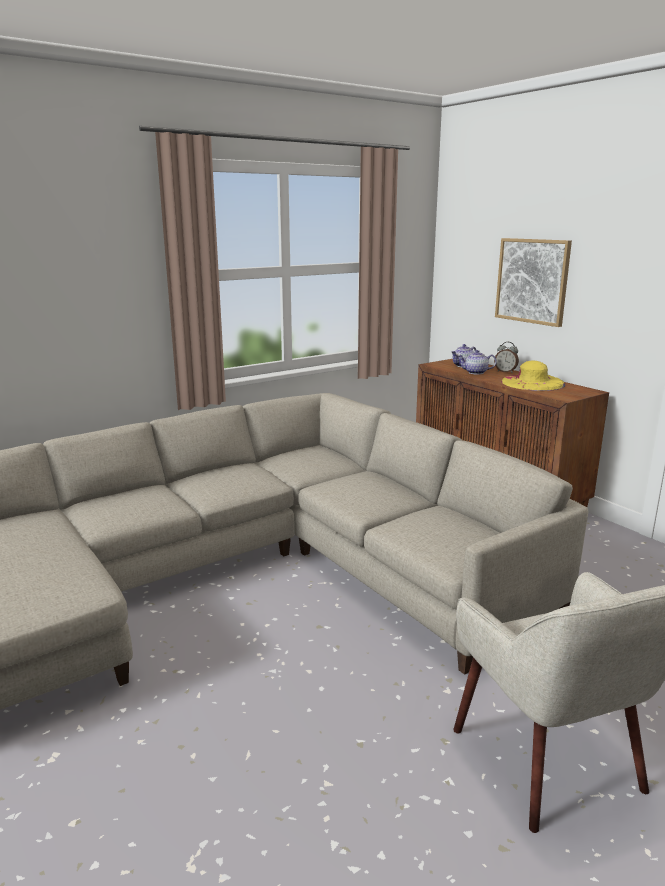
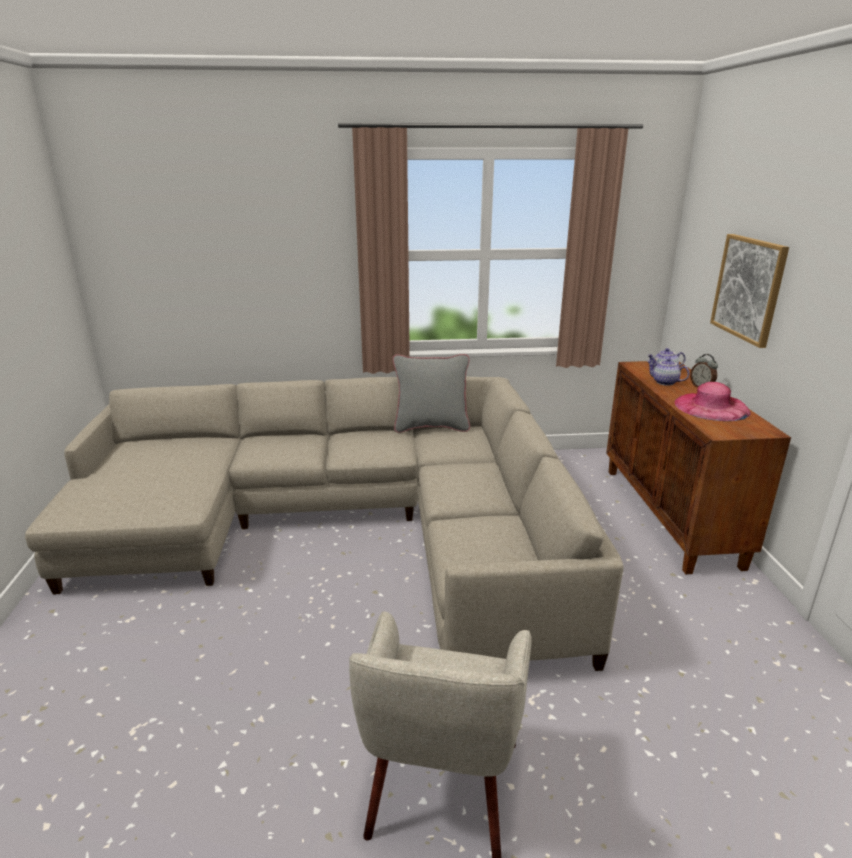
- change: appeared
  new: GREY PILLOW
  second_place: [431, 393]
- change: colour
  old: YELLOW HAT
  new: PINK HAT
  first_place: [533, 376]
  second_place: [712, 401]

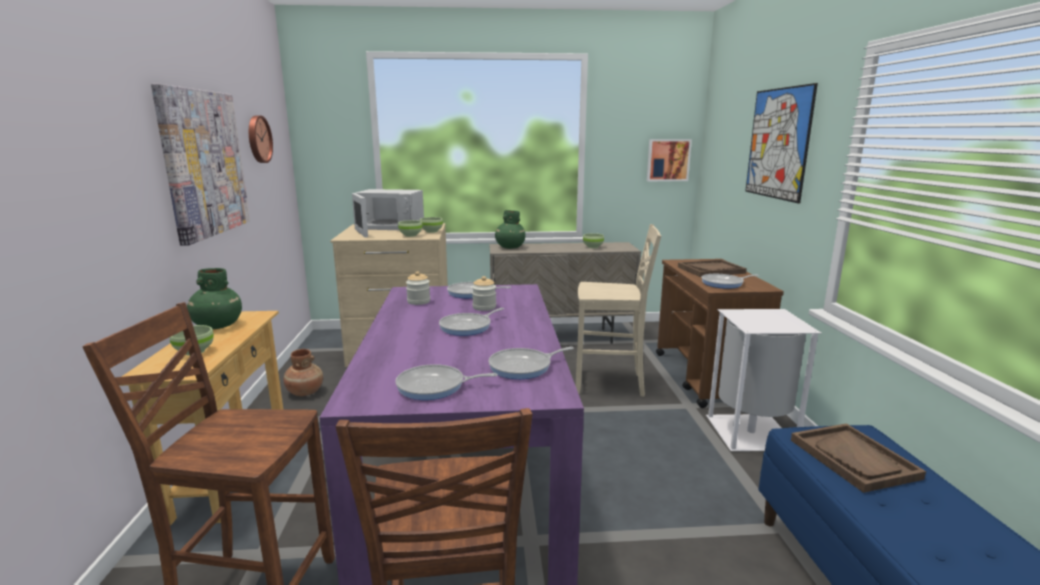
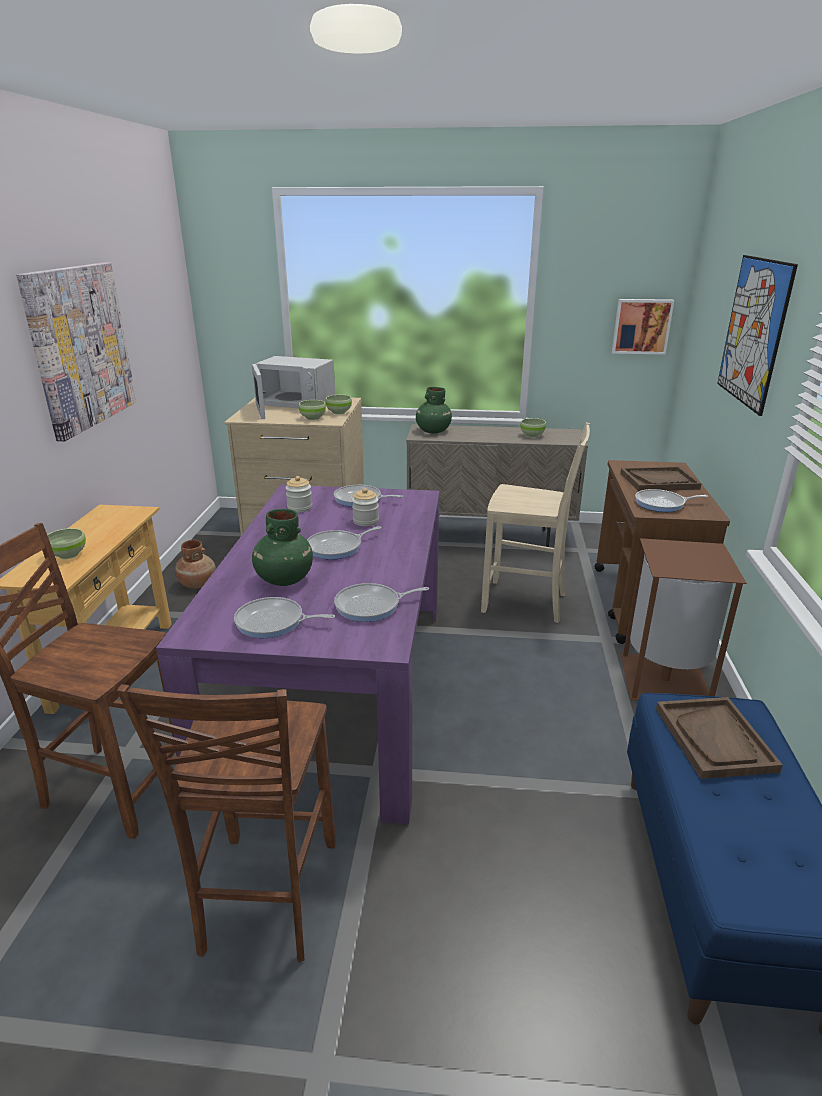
- change: missing
  old: WALL CLOCK
  first_place: [261, 139]
- change: relocated
  old: GREEN VASE
  first_place: [214, 298]
  second_place: [282, 547]
- change: colour
  old: WHITE TRASH CAN
  new: BROWN TRASH CAN
  first_place: [764, 380]
  second_place: [684, 619]

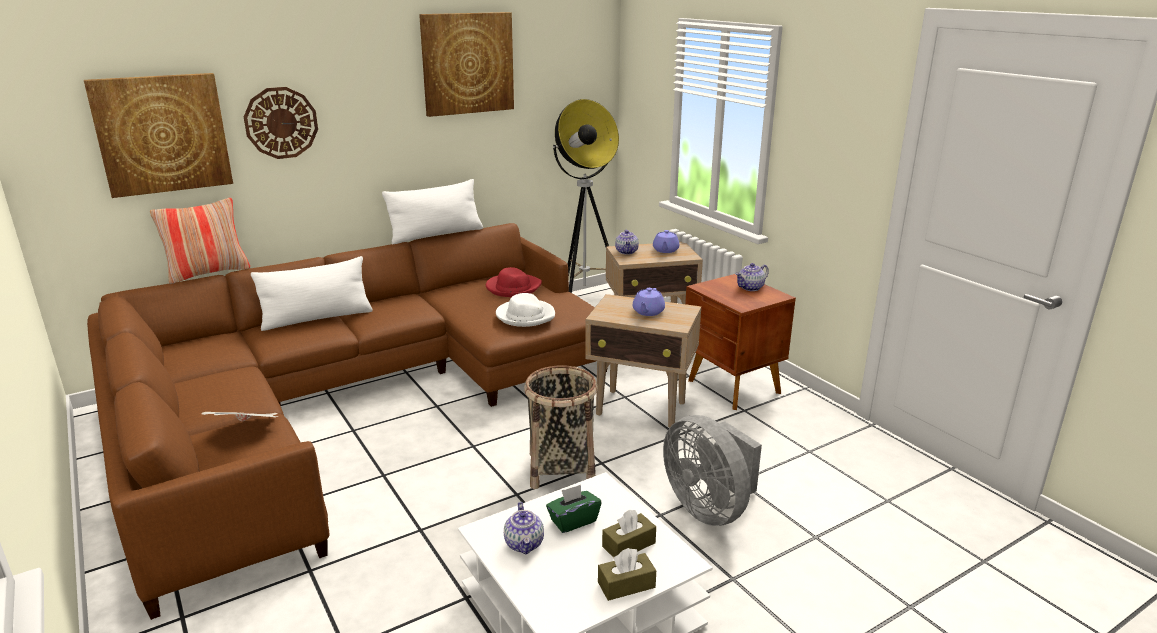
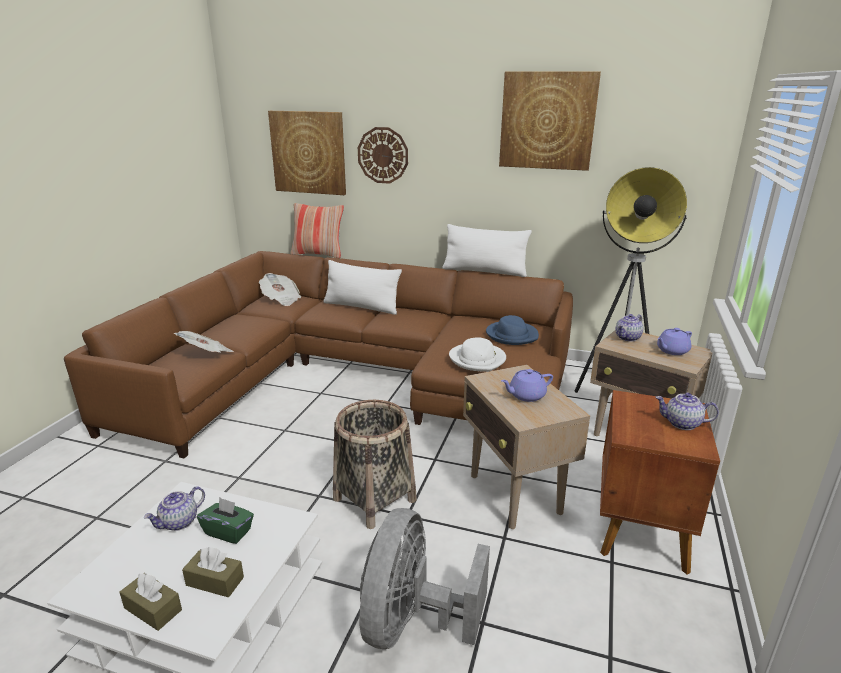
- change: appeared
  new: NEWSPAPER
  second_place: [280, 289]
- change: colour
  old: RED HAT
  new: BLUE HAT
  first_place: [514, 282]
  second_place: [512, 330]

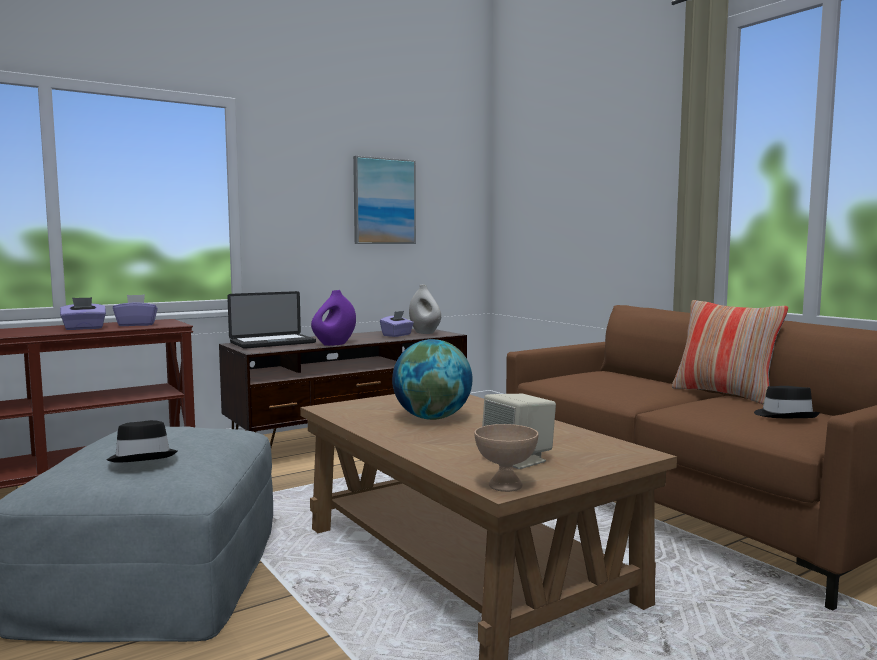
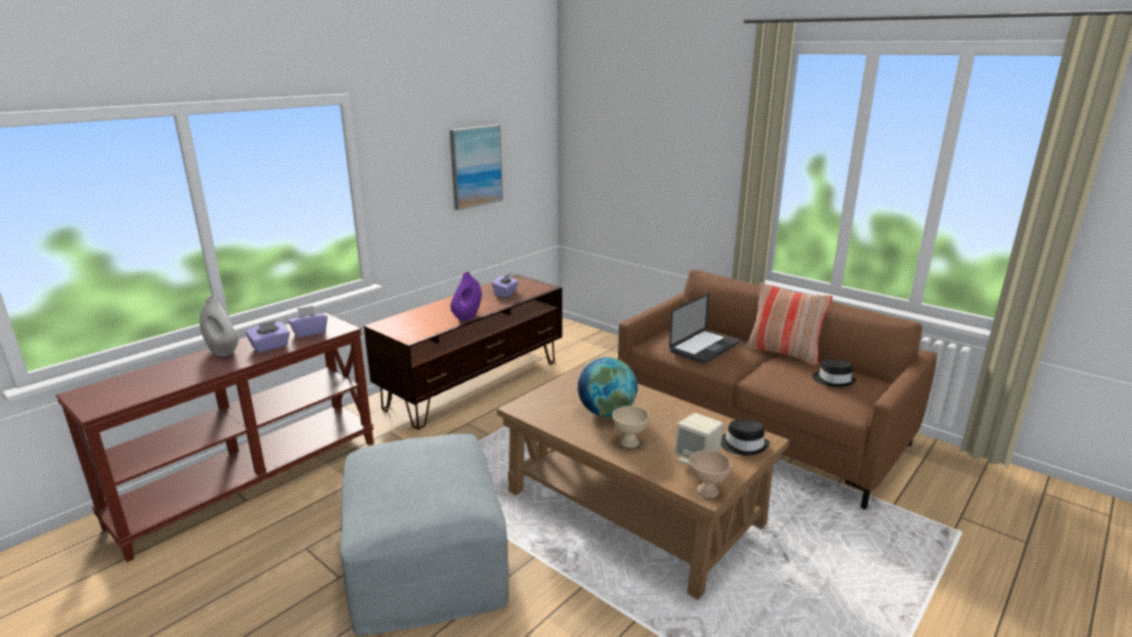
- change: appeared
  new: BEIGE BOWL
  second_place: [631, 427]
- change: relocated
  old: BLACK HAT
  first_place: [142, 441]
  second_place: [745, 437]
- change: relocated
  old: LAPTOP
  first_place: [271, 320]
  second_place: [704, 328]
- change: relocated
  old: WHITE VASE
  first_place: [425, 309]
  second_place: [219, 326]

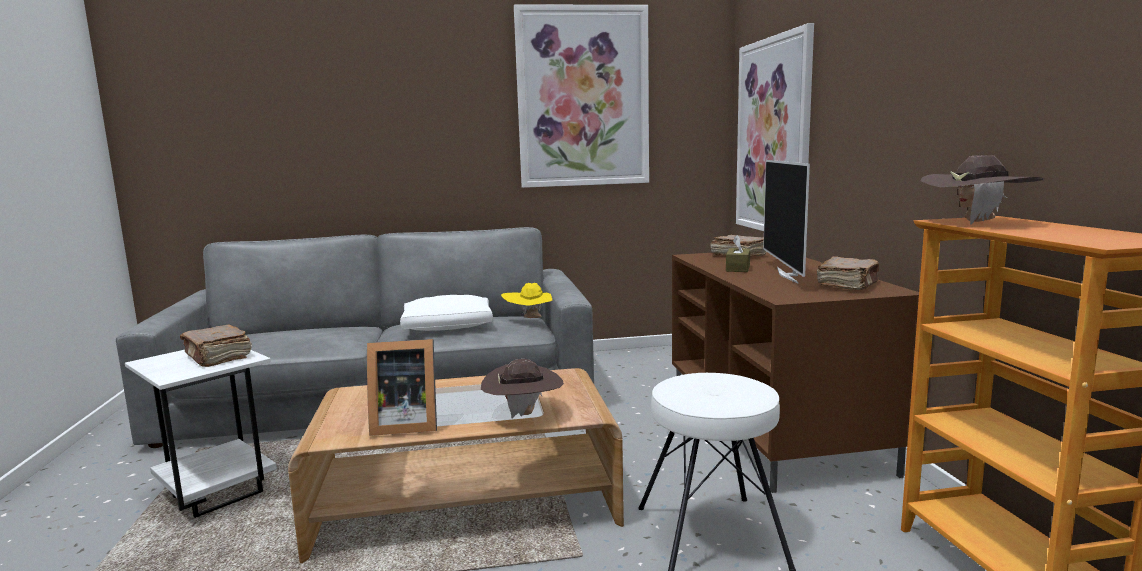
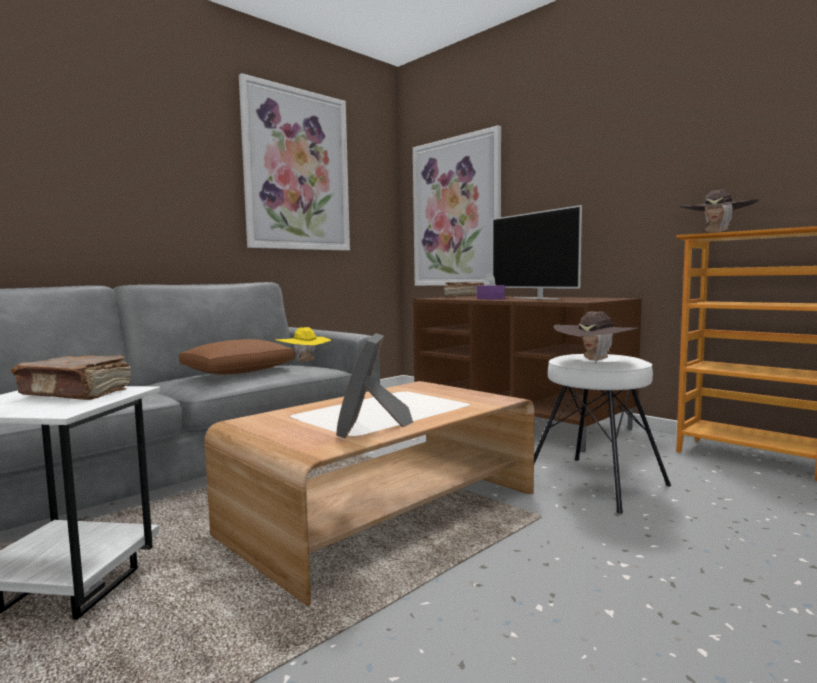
- change: missing
  old: BROWN BOOK
  first_place: [848, 273]
- change: relocated
  old: BROWN HAT
  first_place: [522, 389]
  second_place: [596, 337]
- change: colour
  old: WHITE PILLOW
  new: BROWN PILLOW
  first_place: [446, 313]
  second_place: [237, 357]
- change: colour
  old: BROWN TISSUE BOX
  new: PURPLE TISSUE BOX
  first_place: [738, 253]
  second_place: [491, 286]
- change: spun
  old: PICTURE FRAME
  first_place: [402, 387]
  second_place: [374, 386]
  degrees: 135

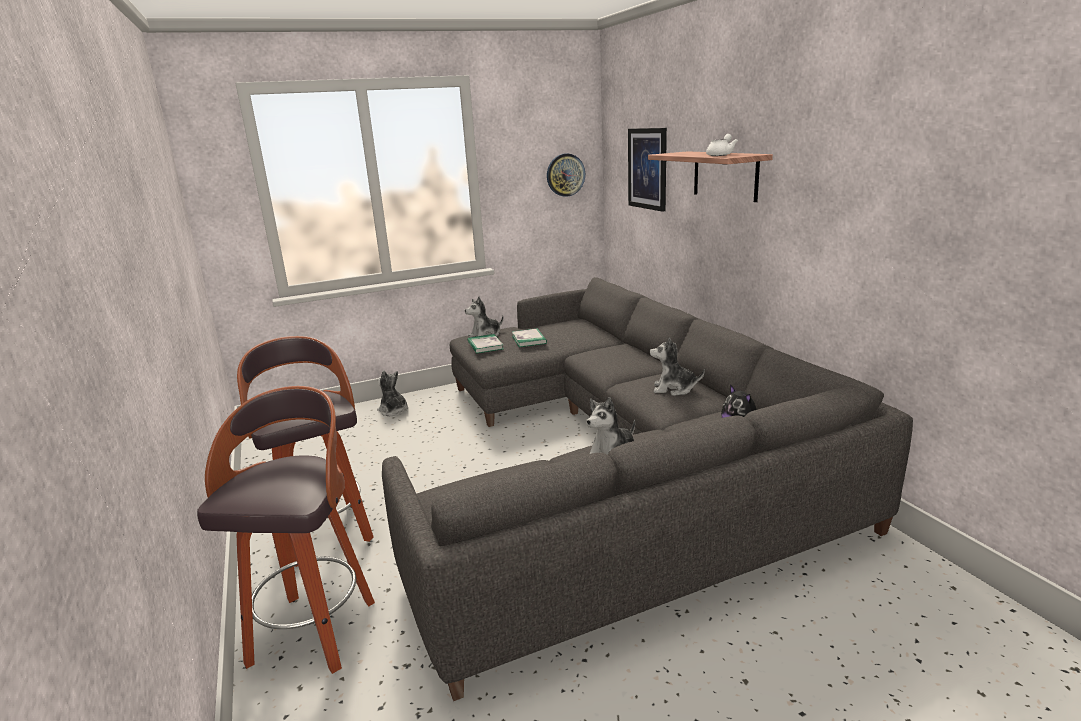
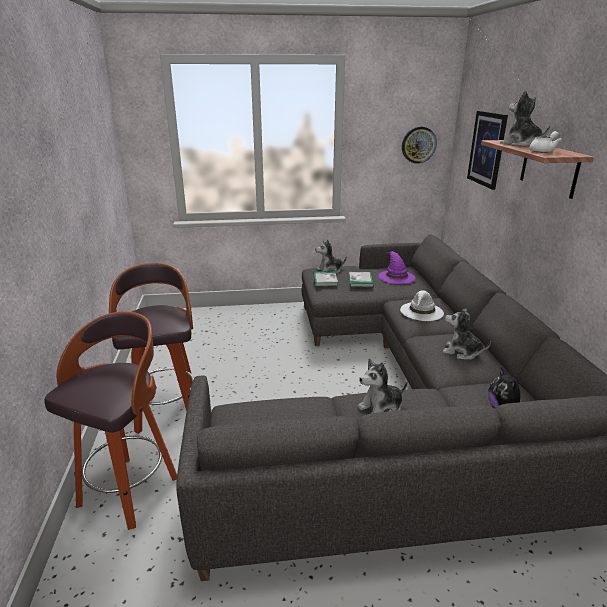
- change: appeared
  new: PURPLE HAT
  second_place: [396, 267]
- change: appeared
  new: WHITE HAT
  second_place: [422, 305]
- change: relocated
  old: PLUSH TOY
  first_place: [392, 393]
  second_place: [525, 118]

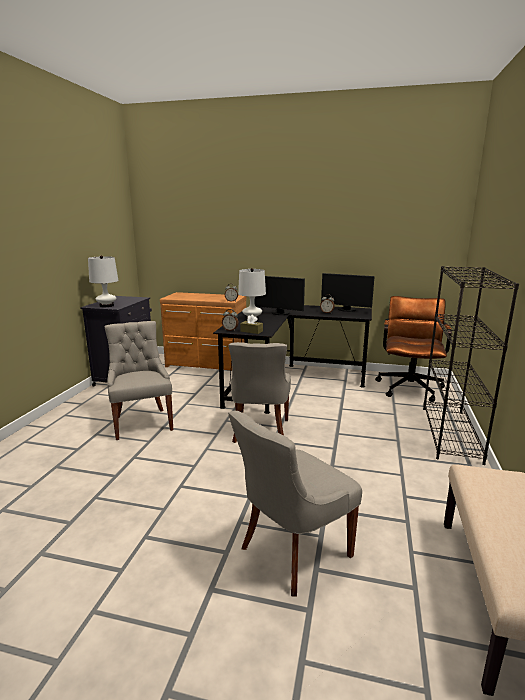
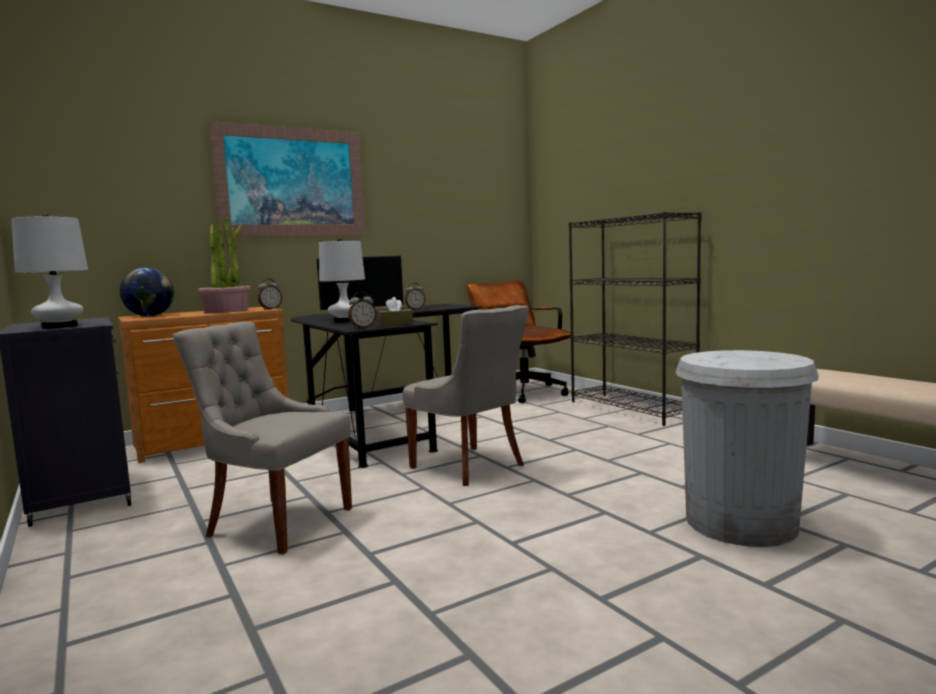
- change: missing
  old: MONITOR
  first_place: [348, 292]
- change: appeared
  new: GLOBE
  second_place: [147, 292]
- change: appeared
  new: POTTED PLANT
  second_place: [224, 265]
- change: appeared
  new: PICTURE
  second_place: [287, 179]
- change: exchanged
  old: GREY CHAIR
  new: WHITE TRASH CAN
  first_place: [295, 504]
  second_place: [747, 448]

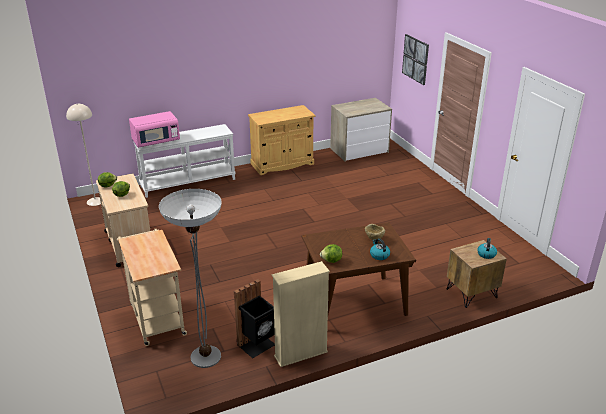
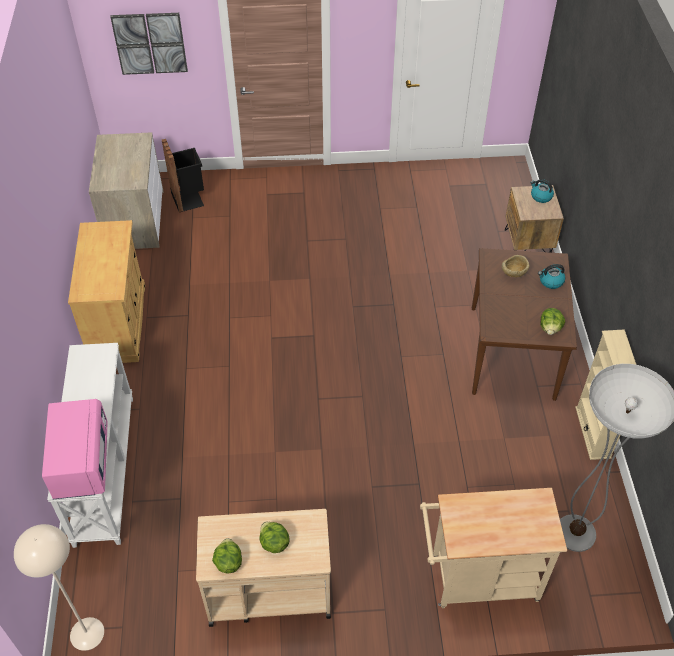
- change: relocated
  old: BLACK TRASH CAN
  first_place: [254, 318]
  second_place: [183, 175]

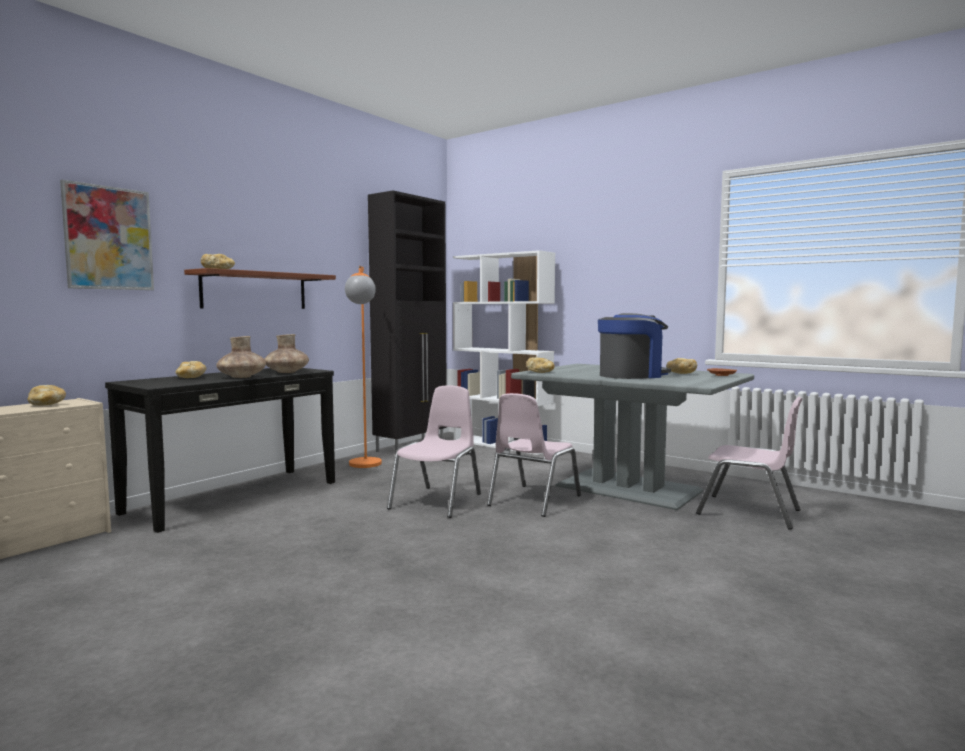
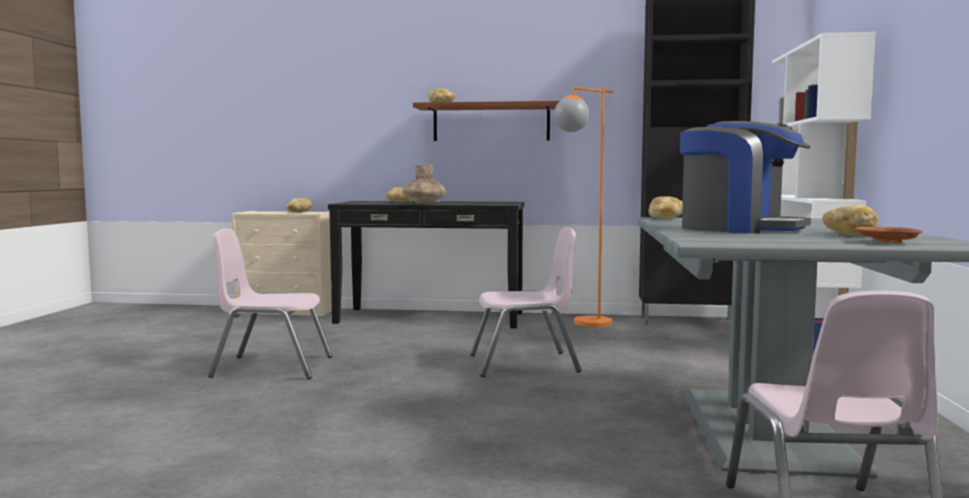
- change: missing
  old: PICTURE
  first_place: [107, 235]
- change: missing
  old: BROWN VASE
  first_place: [287, 353]
- change: relocated
  old: PINK CHAIR
  first_place: [534, 455]
  second_place: [270, 304]

